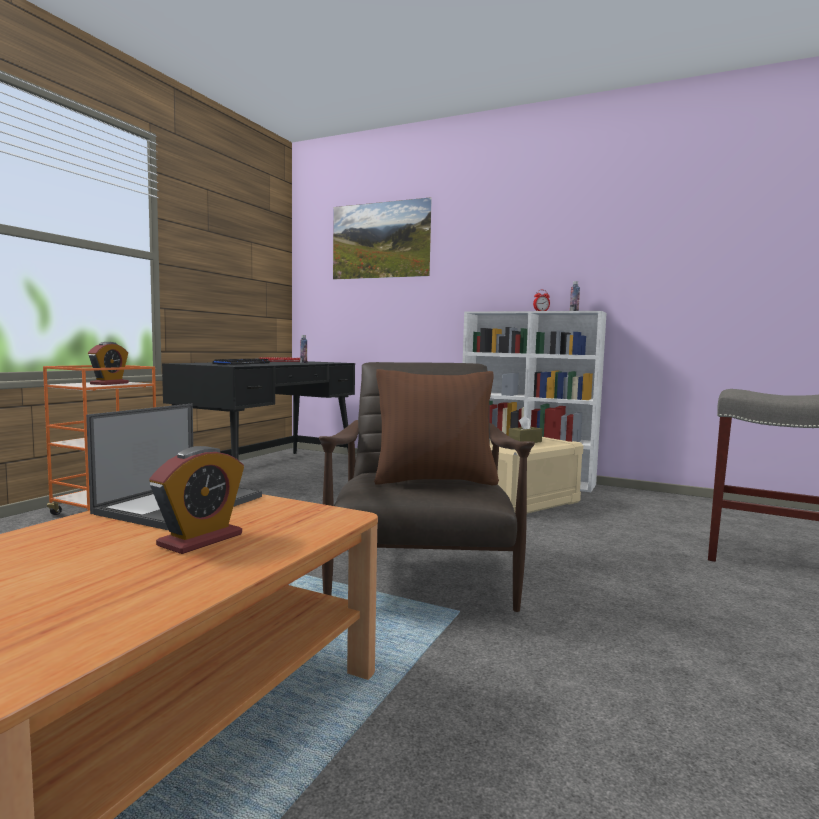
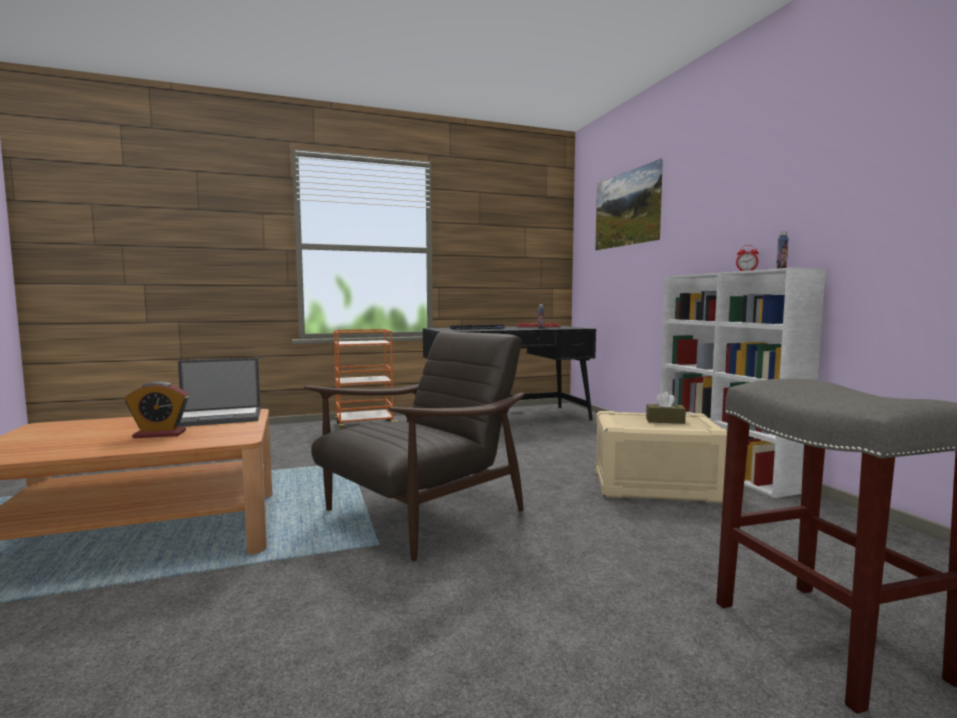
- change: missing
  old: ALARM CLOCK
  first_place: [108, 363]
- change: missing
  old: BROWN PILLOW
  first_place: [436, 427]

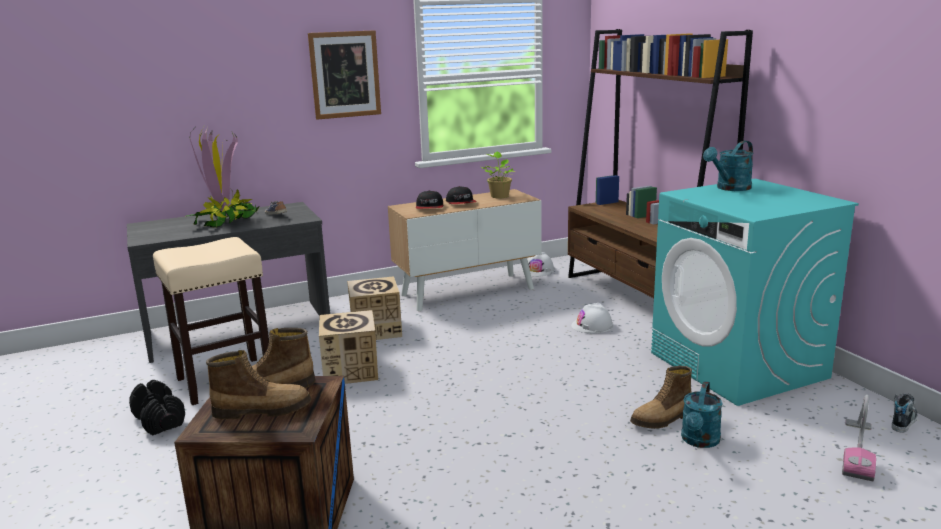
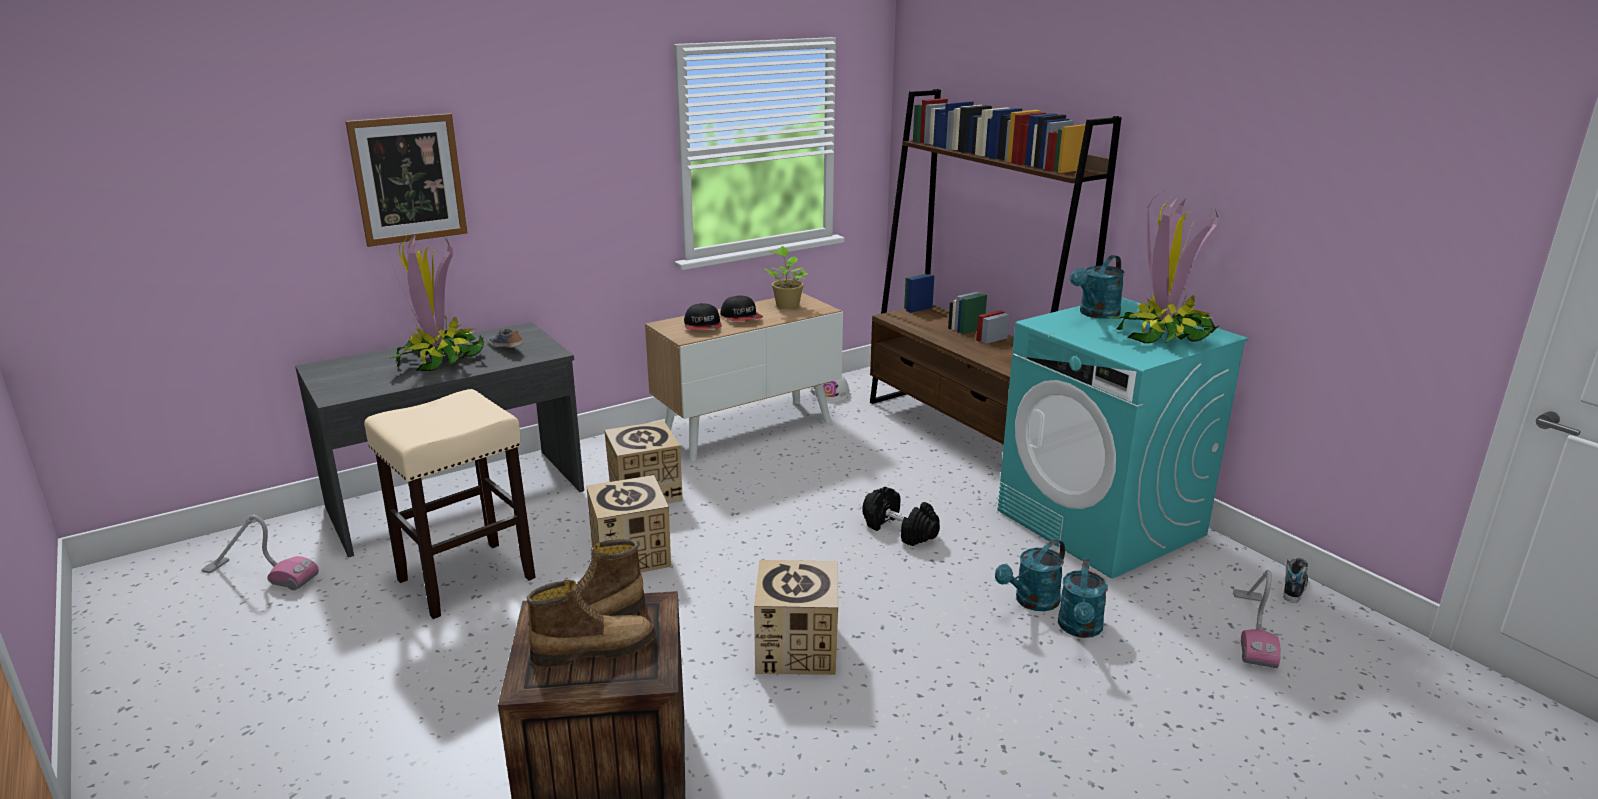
- change: missing
  old: WHITE HARD HAT
  first_place: [592, 318]
- change: appeared
  new: VACUUM CLEANER
  second_place: [260, 552]
- change: appeared
  new: CARDBOARD BOX
  second_place: [796, 617]
- change: appeared
  new: POTTED PLANT
  second_place: [1164, 268]
- change: relocated
  old: BLACK DUMBBELL
  first_place: [157, 407]
  second_place: [901, 516]
- change: relocated
  old: PICTURE
  first_place: [344, 75]
  second_place: [406, 180]
- change: exchanged
  old: BOOT
  new: TURQUOISE WATERING CAN
  first_place: [661, 397]
  second_place: [1030, 575]

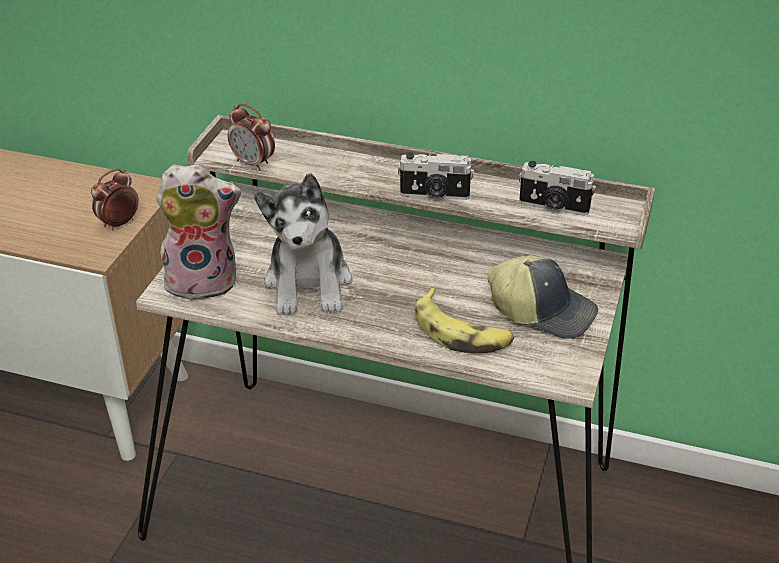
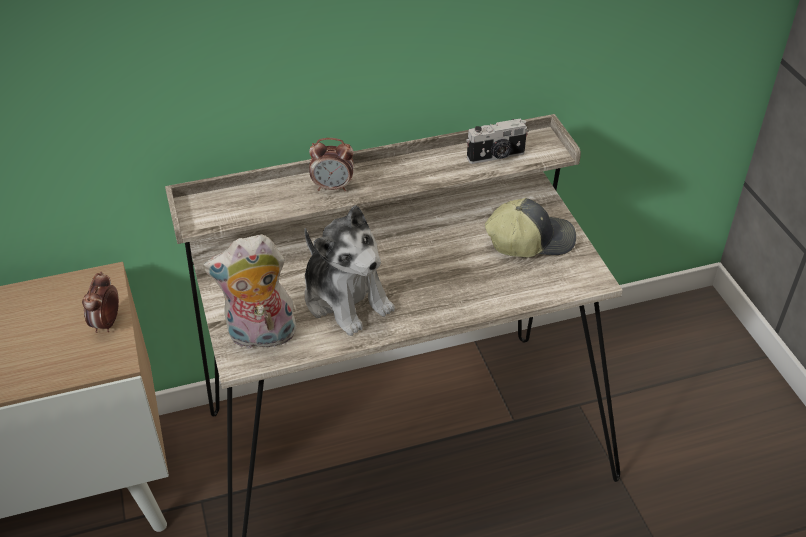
- change: missing
  old: PHOTO CAMERA
  first_place: [436, 176]
- change: missing
  old: BANANA
  first_place: [464, 321]
- change: relocated
  old: ALARM CLOCK
  first_place: [251, 137]
  second_place: [331, 164]
- change: spun
  old: PLUSH TOY
  first_place: [198, 232]
  second_place: [250, 291]
  degrees: -150

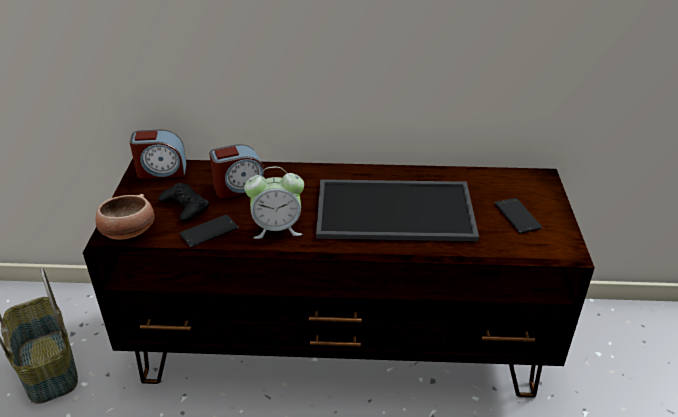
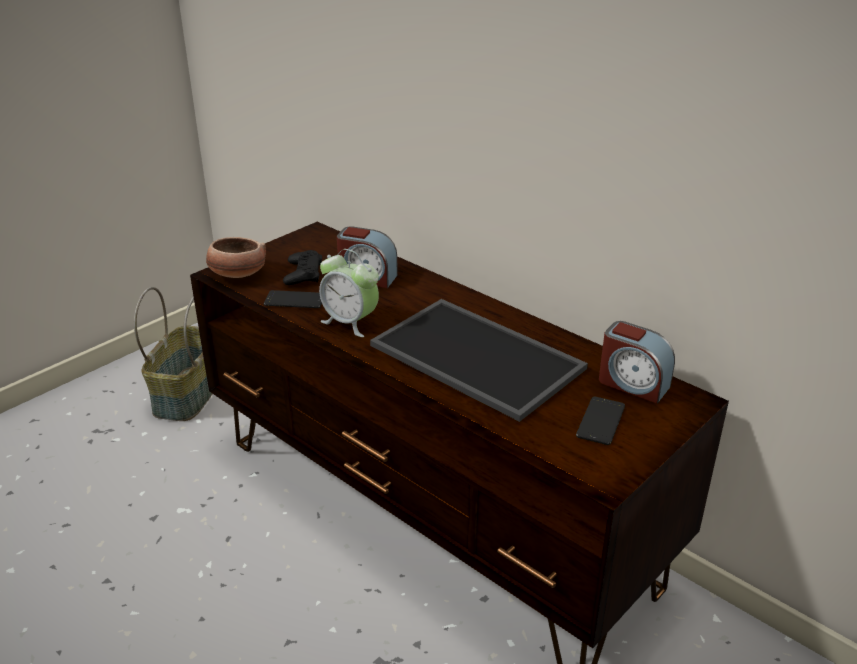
- change: relocated
  old: ALARM CLOCK
  first_place: [158, 154]
  second_place: [637, 362]

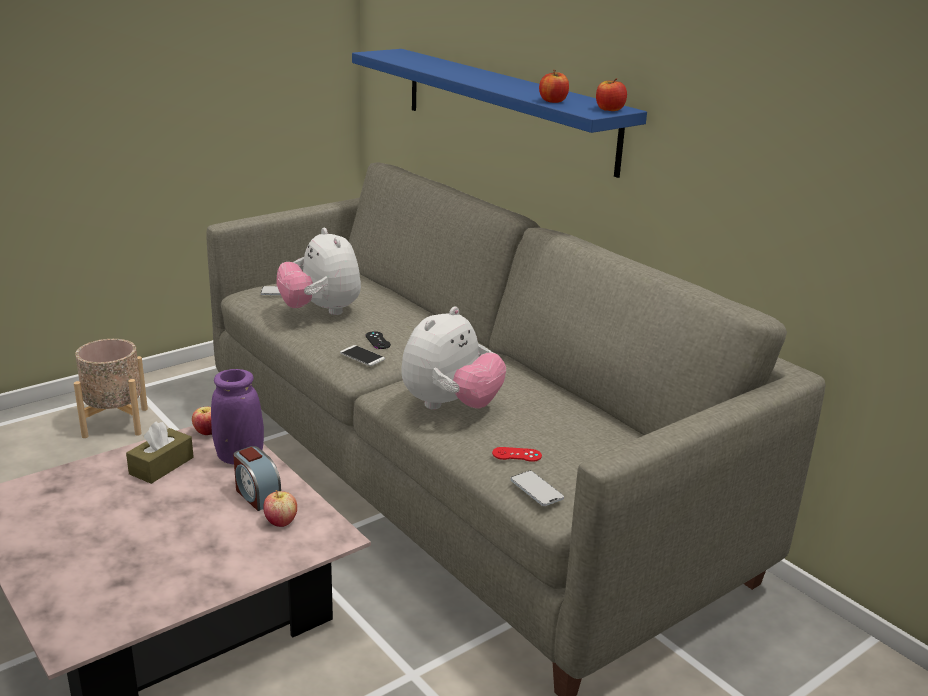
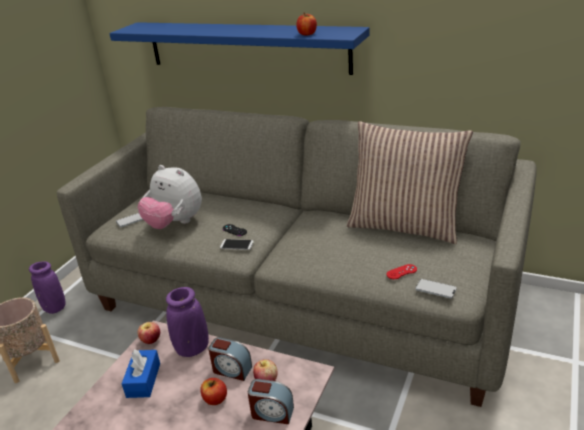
- change: missing
  old: PLUSH TOY
  first_place: [453, 357]
- change: appeared
  new: PURPLE VASE
  second_place: [47, 287]
- change: appeared
  new: ALARM CLOCK
  second_place: [271, 401]
- change: appeared
  new: PILLOW
  second_place: [410, 182]
- change: relocated
  old: APPLE
  first_place: [611, 94]
  second_place: [213, 391]
- change: colour
  old: BROWN TISSUE BOX
  new: BLUE TISSUE BOX
  first_place: [160, 452]
  second_place: [141, 373]

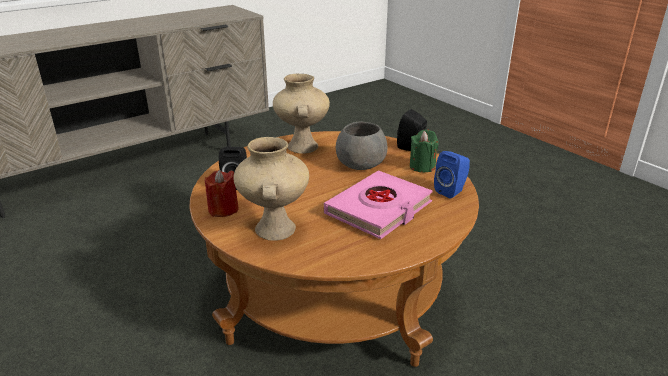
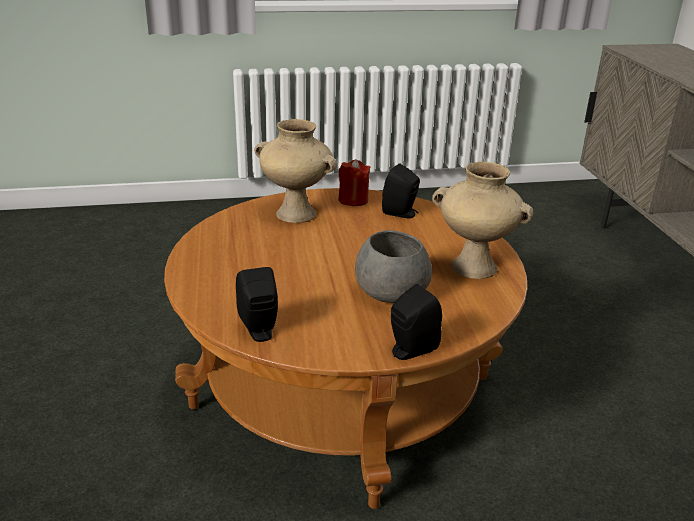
- change: missing
  old: PINK BOOK
  first_place: [378, 205]
- change: missing
  old: GREEN CANDLE
  first_place: [424, 150]
- change: colour
  old: BLUE SPEAKER
  new: BLACK SPEAKER
  first_place: [452, 175]
  second_place: [257, 304]

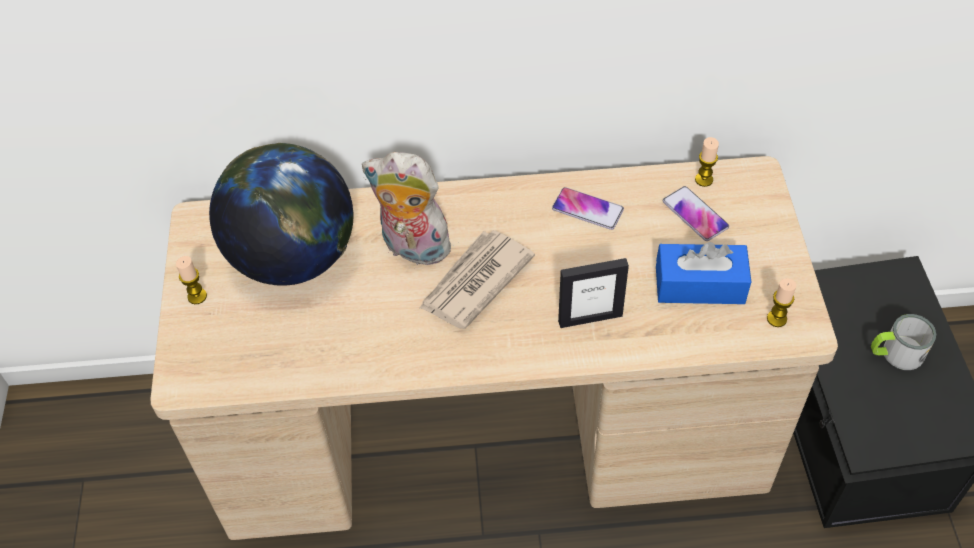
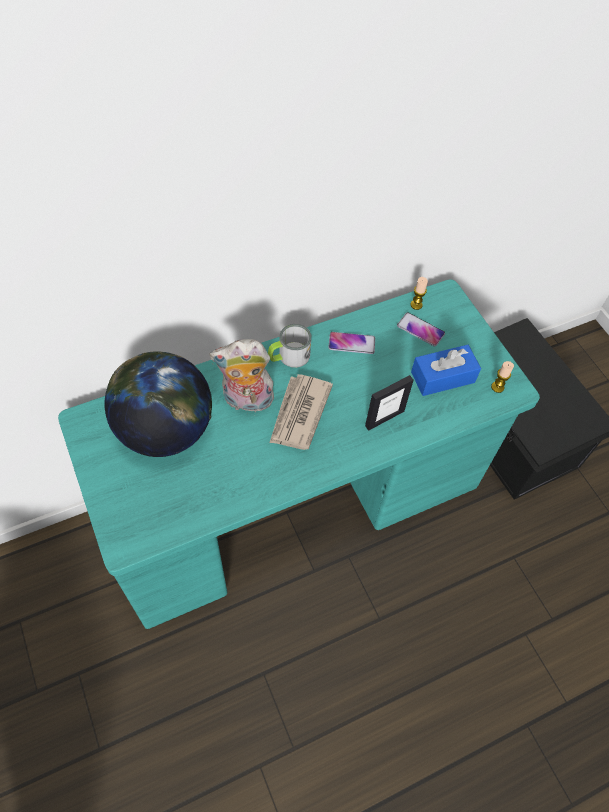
- change: missing
  old: CANDLE
  first_place: [191, 280]
- change: relocated
  old: MUG
  first_place: [903, 342]
  second_place: [289, 346]
- change: colour
  old: BEIGE DESK
  new: TURQUOISE DESK
  first_place: [494, 348]
  second_place: [299, 454]

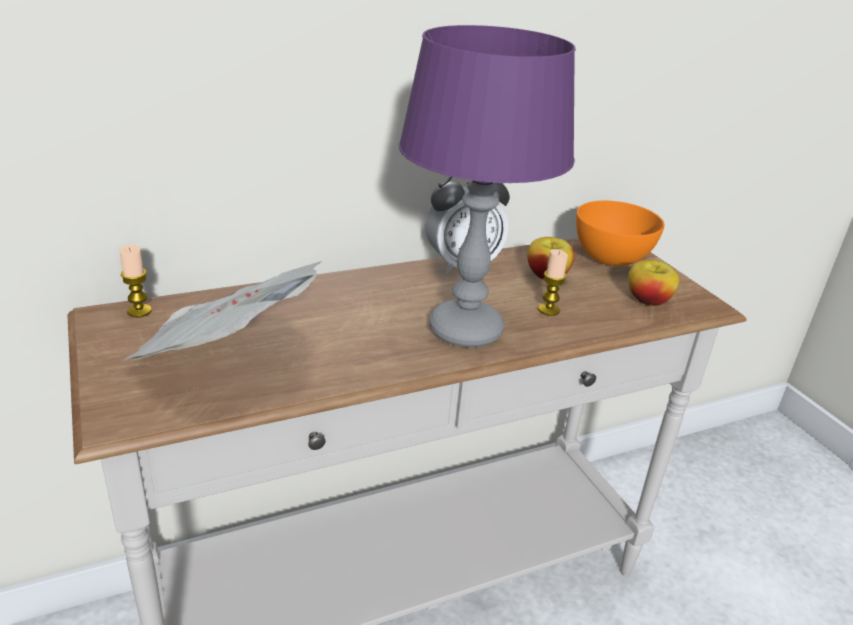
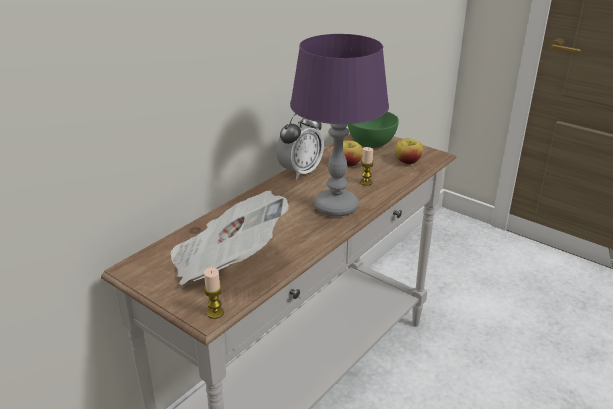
- change: relocated
  old: CANDLE
  first_place: [135, 281]
  second_place: [214, 293]
- change: colour
  old: ORANGE BOWL
  new: GREEN BOWL
  first_place: [620, 233]
  second_place: [373, 129]

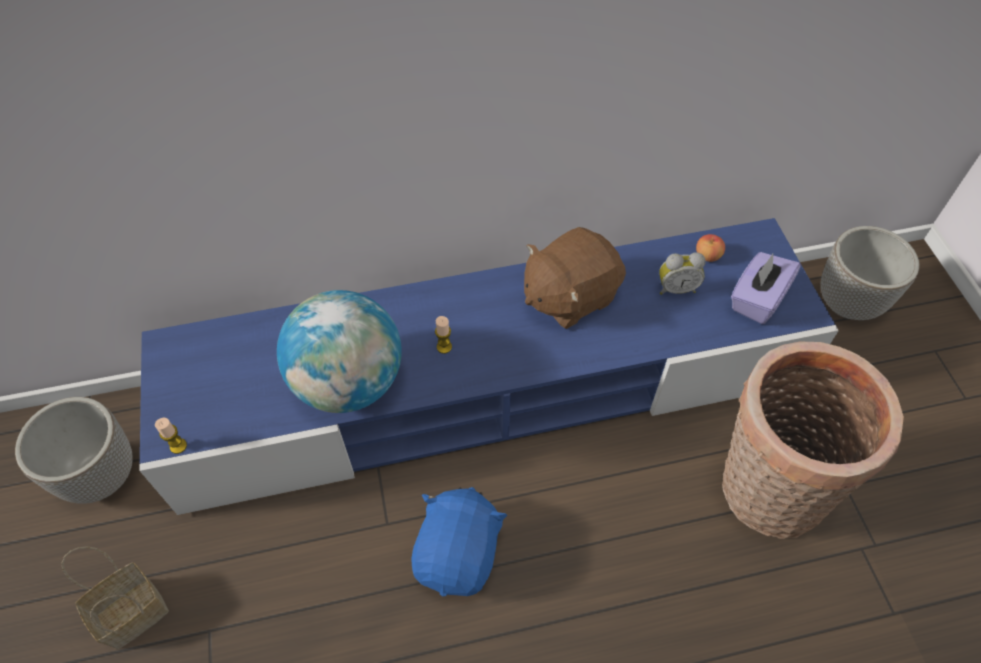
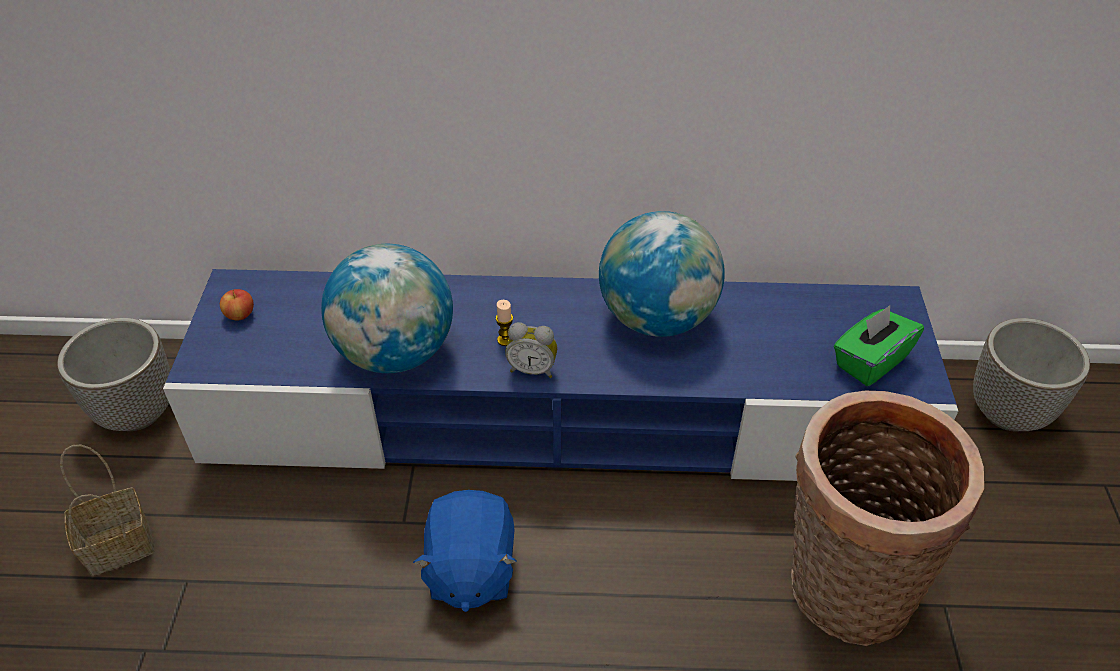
- change: missing
  old: CANDLE
  first_place: [171, 436]
- change: relocated
  old: ALARM CLOCK
  first_place: [682, 273]
  second_place: [531, 350]
- change: relocated
  old: APPLE
  first_place: [710, 248]
  second_place: [237, 304]
- change: exchanged
  old: BROWN PLUSH TOY
  new: GLOBE
  first_place: [575, 278]
  second_place: [662, 274]
- change: colour
  old: PURPLE TISSUE BOX
  new: GREEN TISSUE BOX
  first_place: [766, 288]
  second_place: [879, 346]
- change: spun
  old: BLUE PLUSH TOY
  first_place: [459, 542]
  second_place: [465, 551]
  degrees: 150

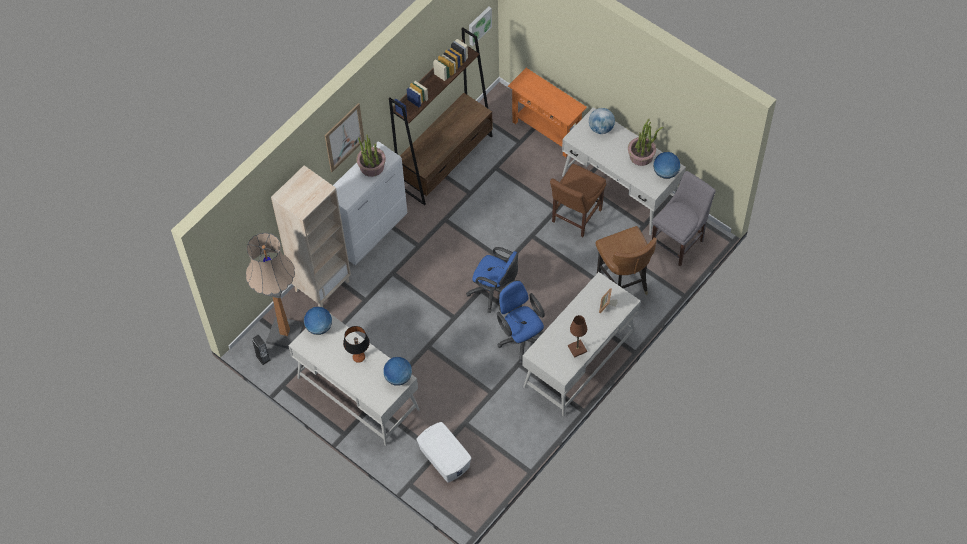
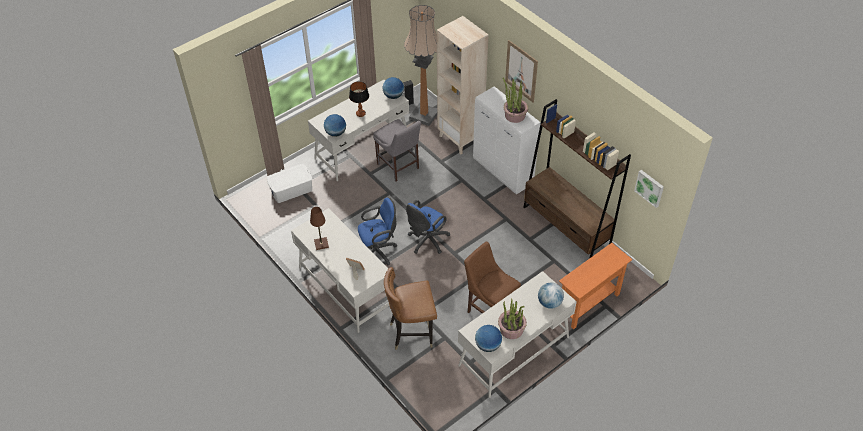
- change: relocated
  old: GREY CHAIR
  first_place: [684, 218]
  second_place: [397, 150]

